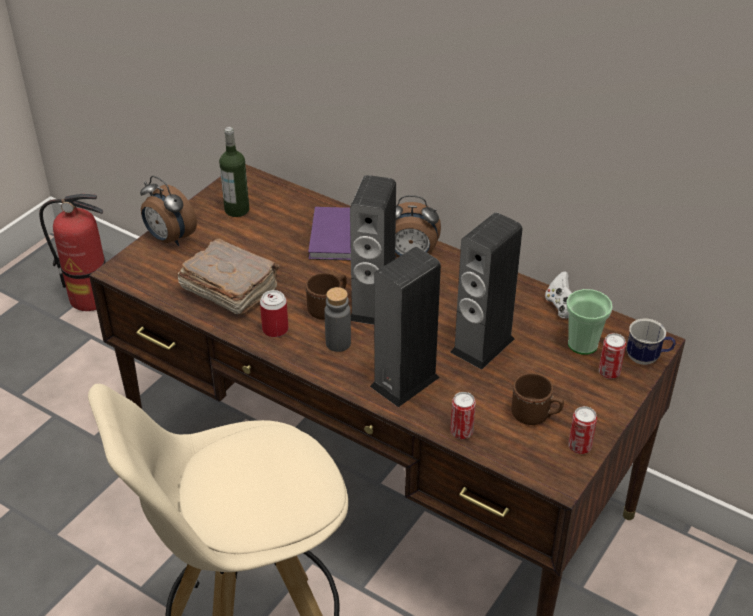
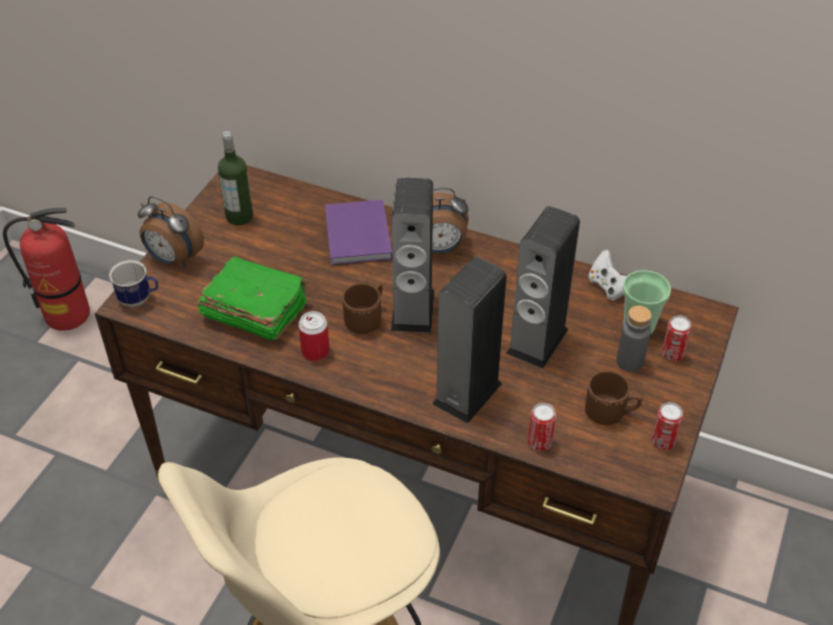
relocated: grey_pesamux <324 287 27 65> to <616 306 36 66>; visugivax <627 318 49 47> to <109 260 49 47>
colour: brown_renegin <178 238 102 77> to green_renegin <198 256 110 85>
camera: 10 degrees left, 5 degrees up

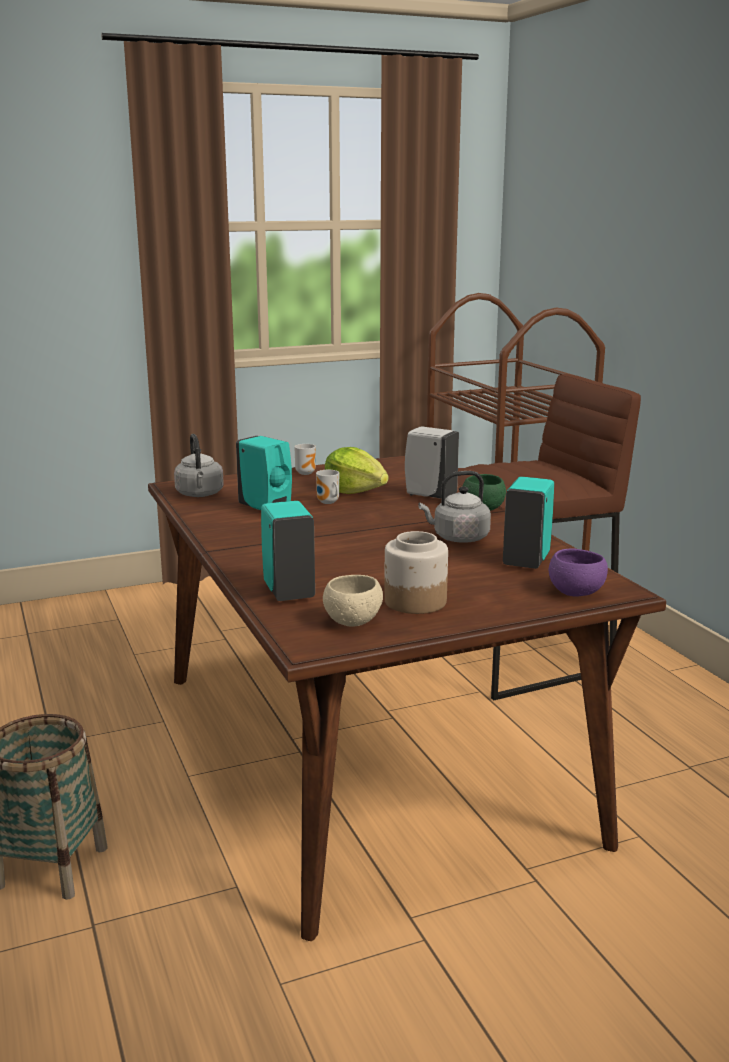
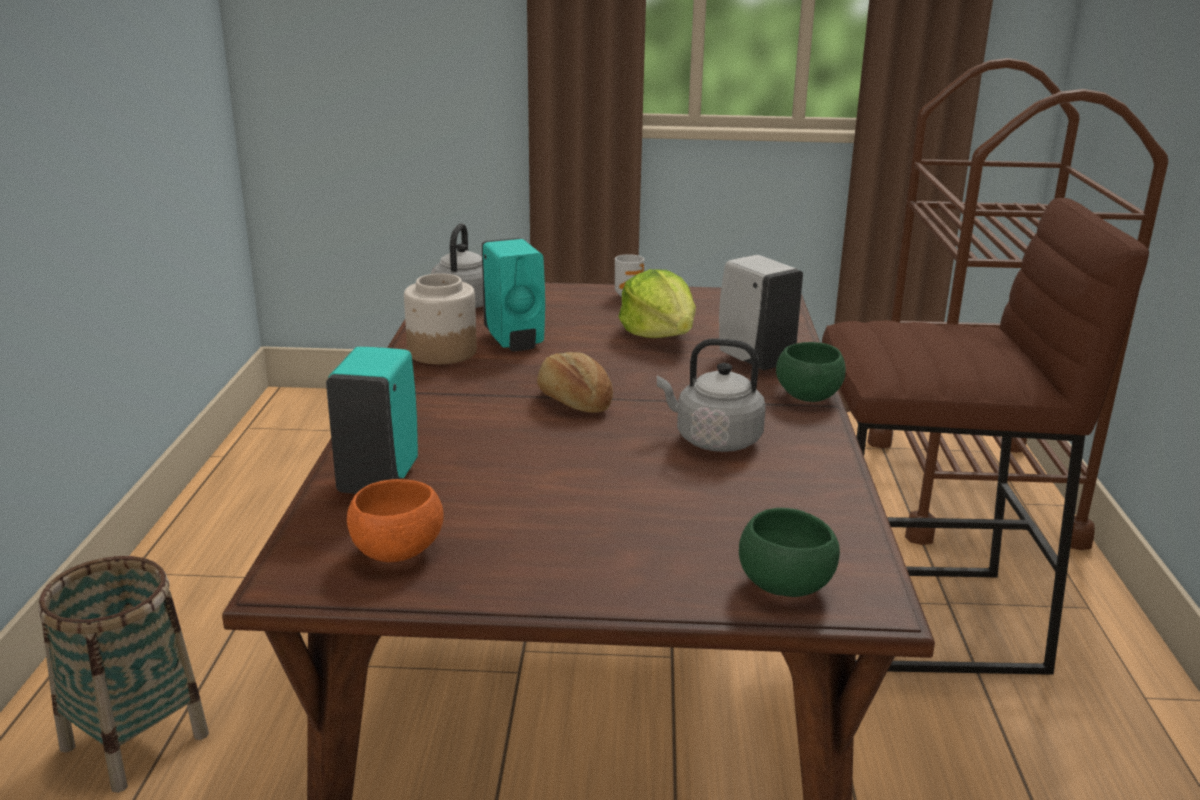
missing: visugivax <316 470 23 34>; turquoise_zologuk <503 477 51 92>
appeared: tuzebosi <537 352 76 61>
relocated: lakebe <384 531 64 83> to <404 273 73 91>
colour: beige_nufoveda <323 575 60 52> to orange_nufoveda <347 479 97 83>; purple_nufoveda <549 548 59 49> to green_nufoveda <739 508 101 89>
camera: 25 degrees right, 5 degrees up

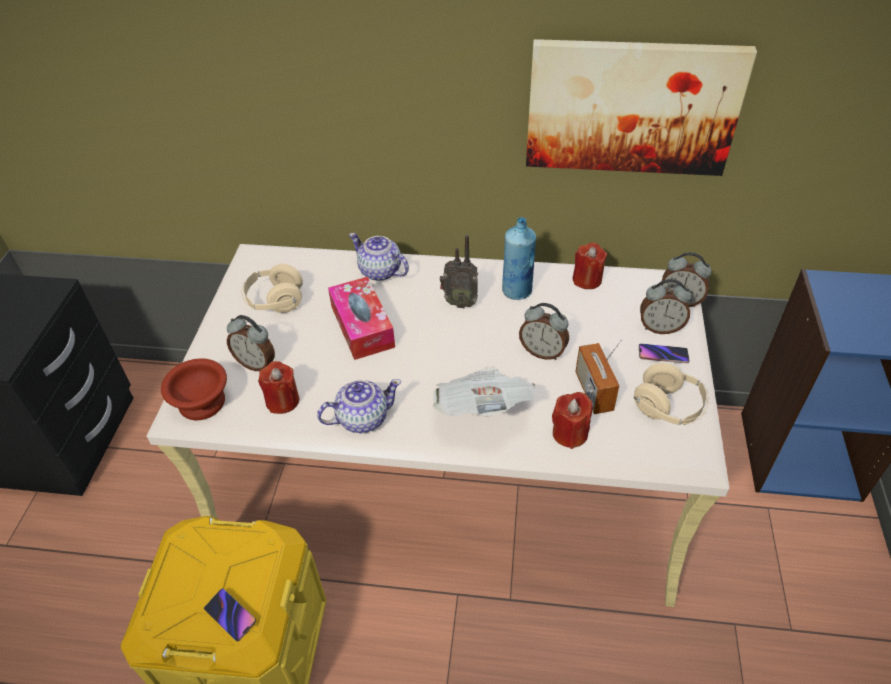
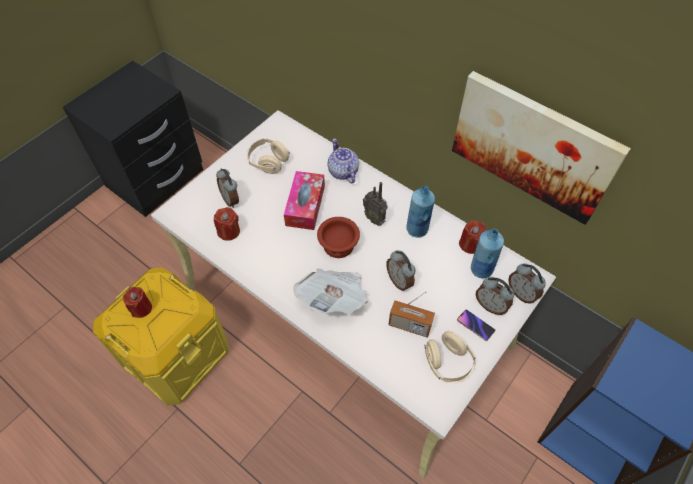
missing: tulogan <204 588 52 53>; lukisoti <317 379 84 54>
appeared: blue_pesamux <471 229 33 49>
relocated: brown_nufoveda <161 359 66 61> to <317 217 43 41>; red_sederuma <552 392 41 57> to <123 287 29 31>
spun: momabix <575 339 47 75> = <388 291 47 47> 90 degrees counterclockwise
camera: 30 degrees right, 10 degrees up

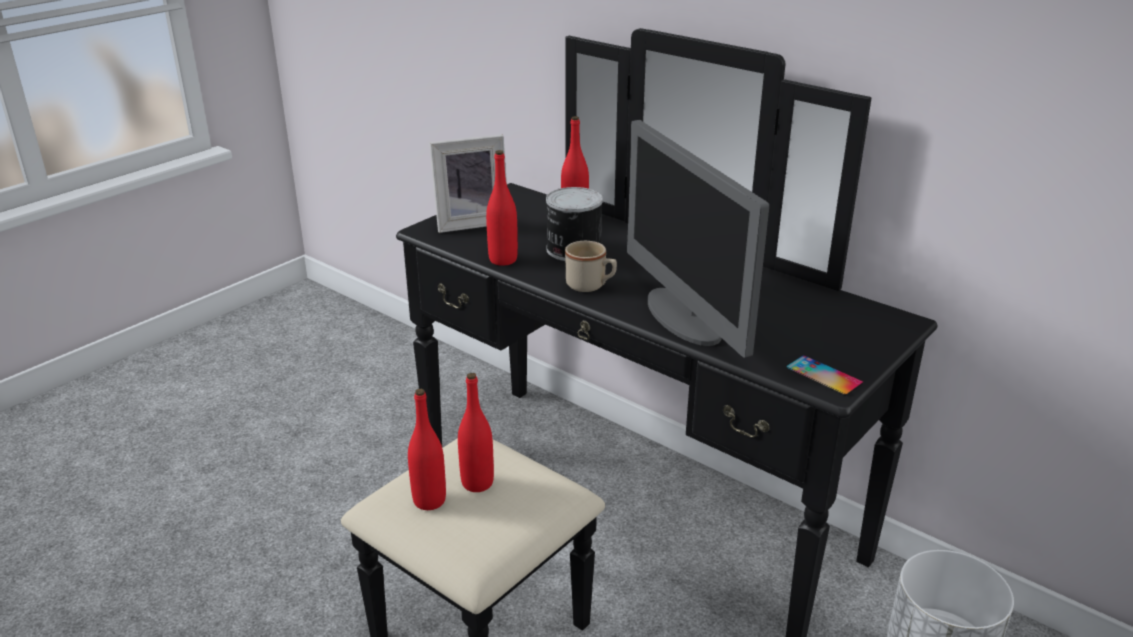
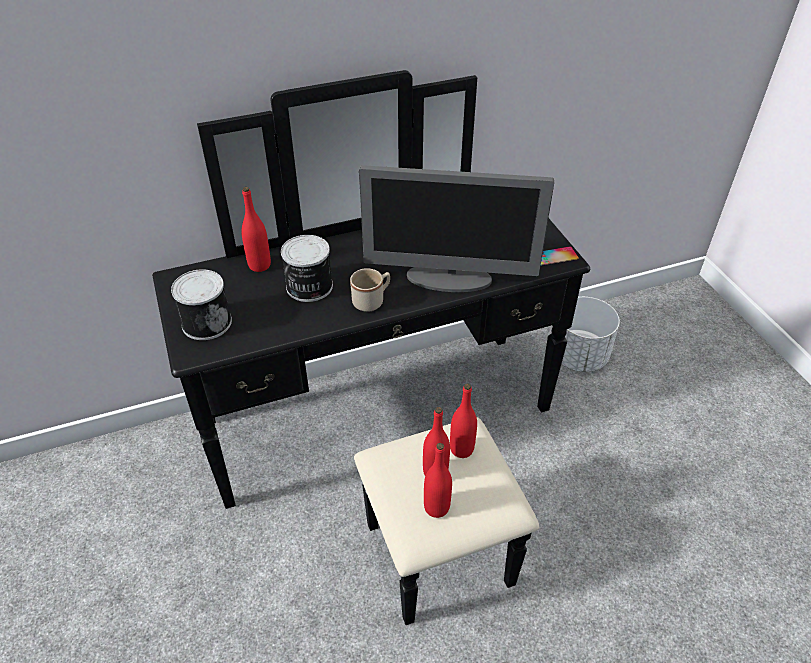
relocated: red_pesamux <486 150 32 116> to <450 383 27 75>
exchanged: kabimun <429 134 78 99> to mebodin <171 269 61 71>
camera: 60 degrees left, 15 degrees up

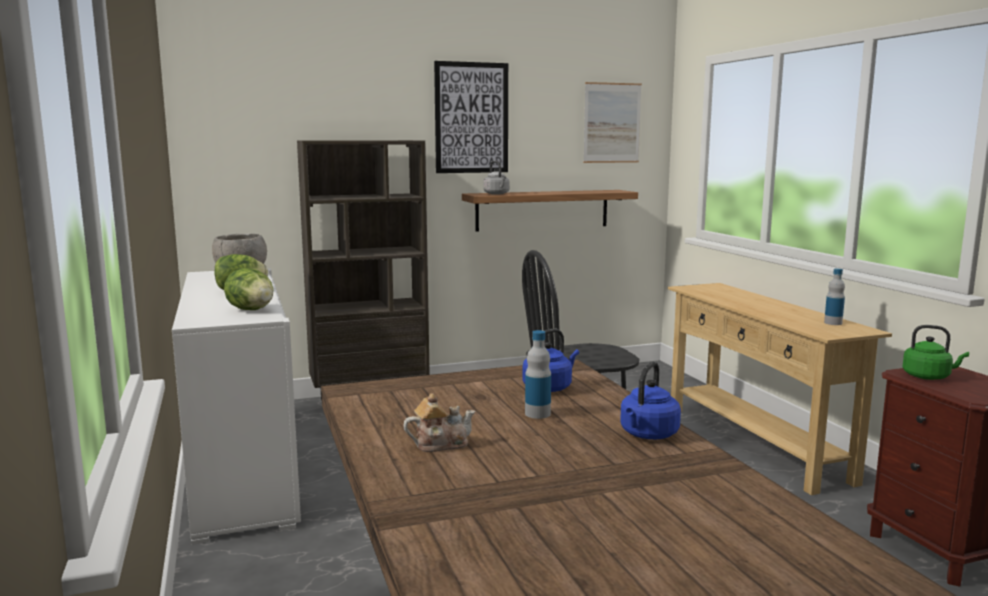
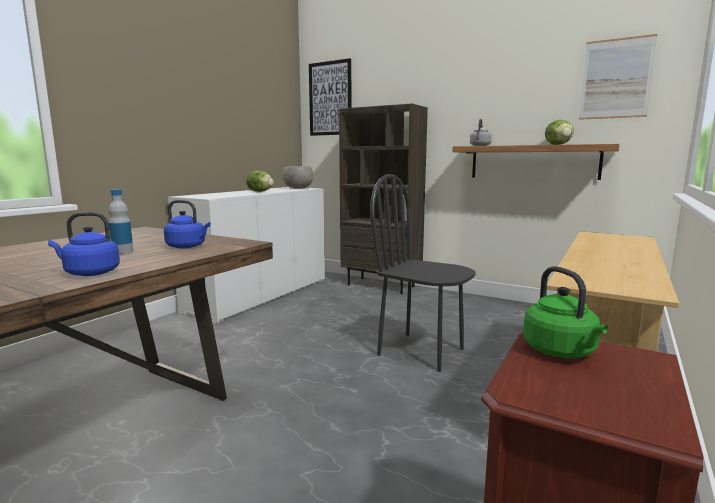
missing: lukisoti <403 393 72 59>; pesamux <824 268 21 57>
relocated: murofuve <224 268 49 42> to <545 120 29 25>; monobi <434 61 74 112> to <309 58 42 78>
camera: 50 degrees right, 0 degrees up

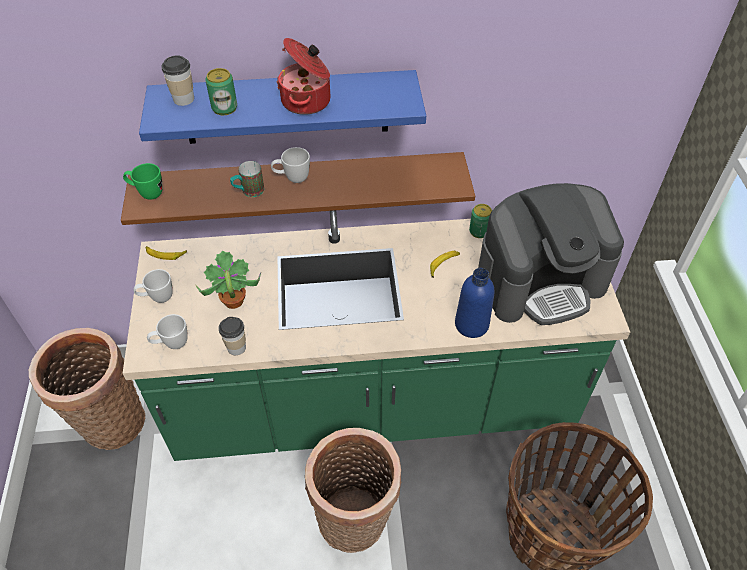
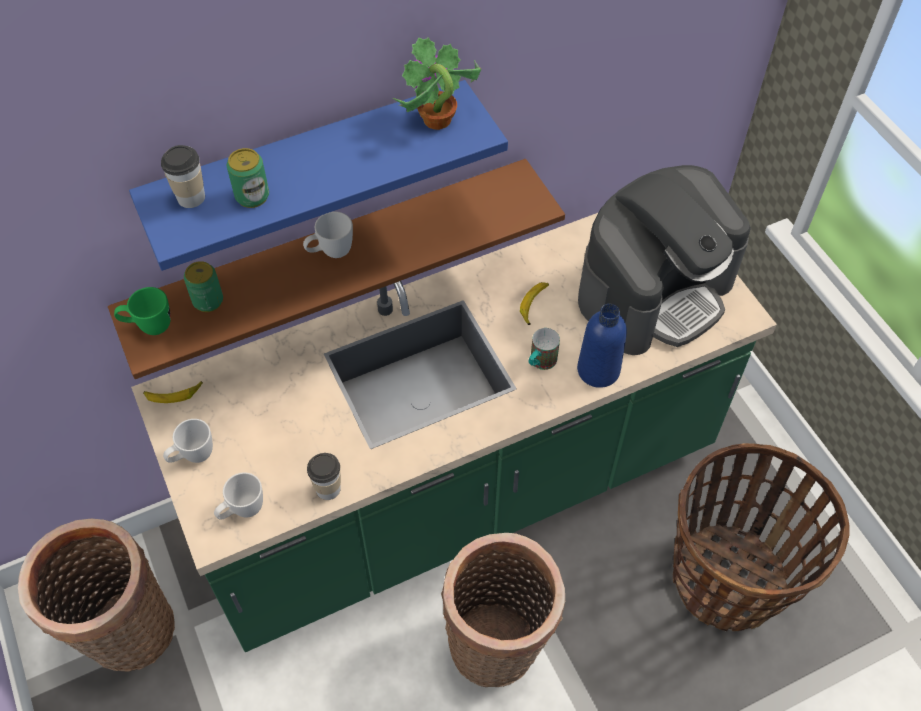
missing: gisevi <277 38 53 77>
relocated: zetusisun <196 250 65 59> to <393 37 88 93>; visugivax <230 161 34 36> to <528 328 32 42>; mebodin <469 204 23 34> to <184 261 39 51>
camera: 20 degrees left, 5 degrees up

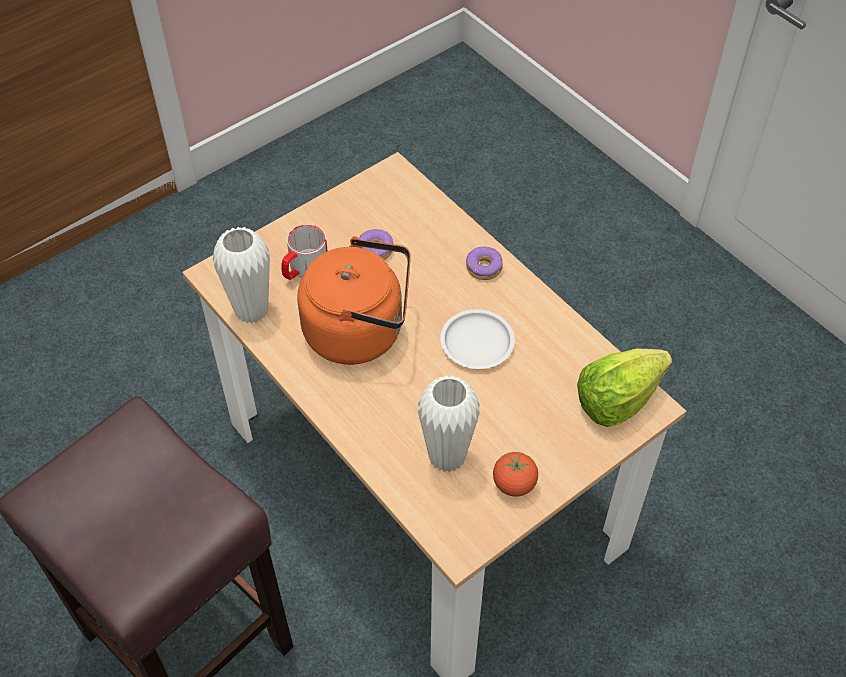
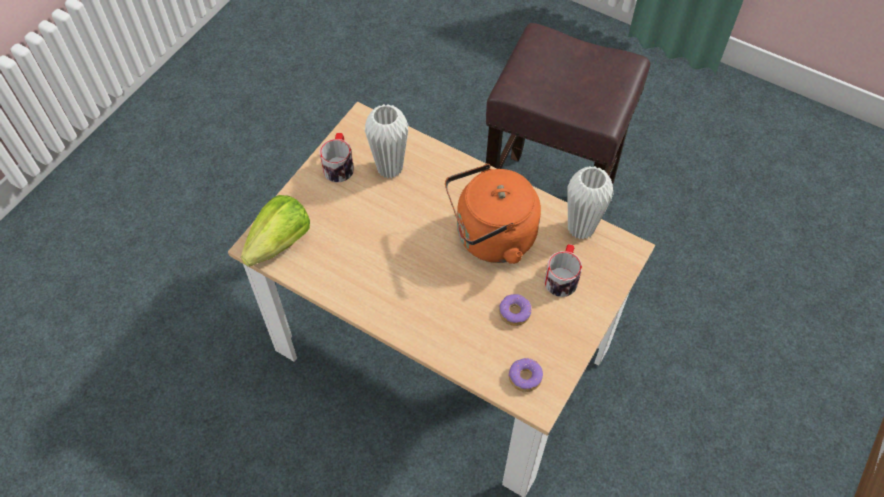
missing: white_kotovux <440 309 75 60>
relocated: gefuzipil <466 247 37 33> to <508 358 35 34>
exchanged: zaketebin <493 452 45 45> to visugivax <320 133 34 49>
camera: 160 degrees right, 5 degrees up

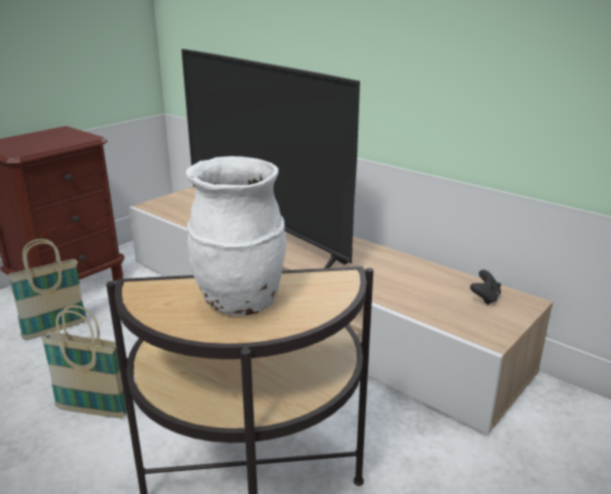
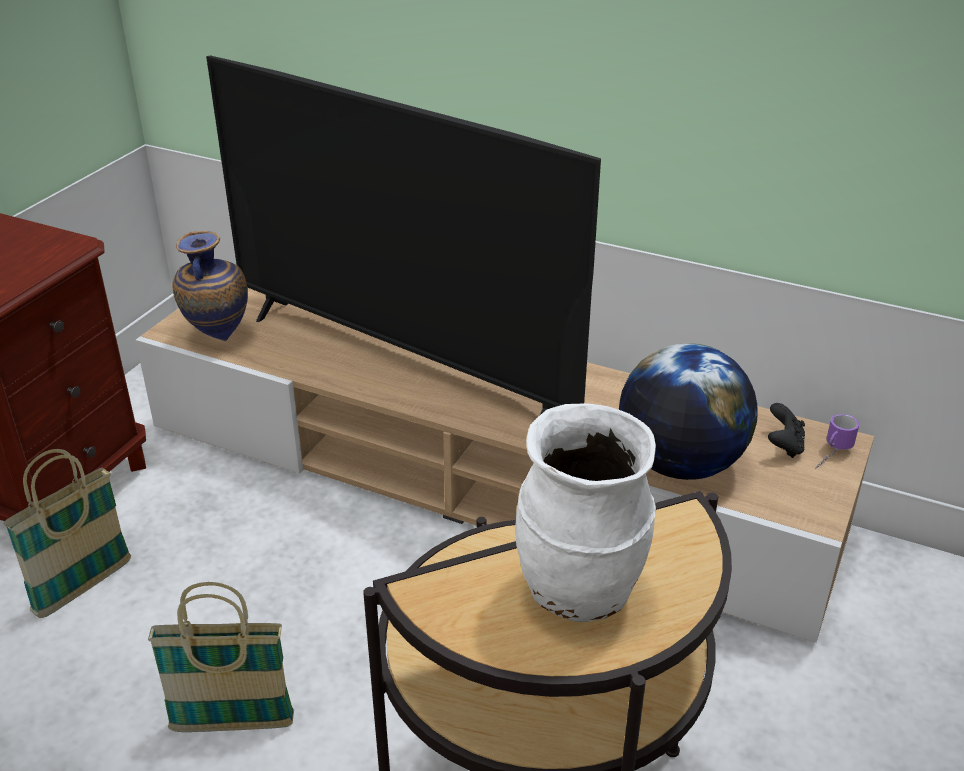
appeared: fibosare <172 231 76 110>; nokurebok <619 343 139 137>; visugivax <815 414 44 56>
camera: 15 degrees left, 10 degrees up

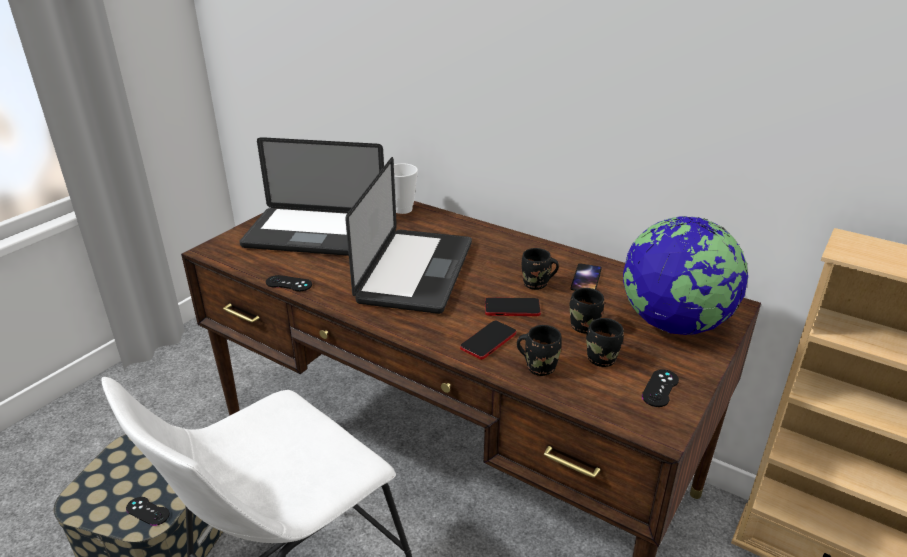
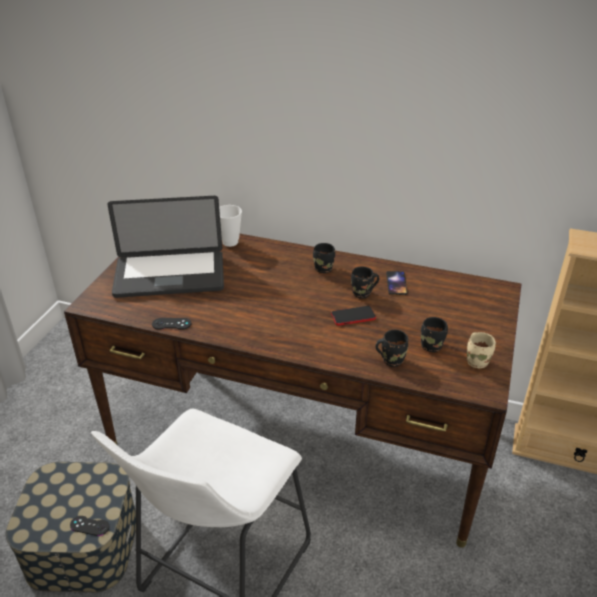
missing: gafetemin <345 157 127 157>; tulogan <460 320 56 40>; nokurebok <623 216 125 119>
relocated: black_visugivax <570 288 34 46> to <313 243 22 30>
exchanged: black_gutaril <642 369 37 38> to beige_visugivax <467 332 29 36>
camera: 15 degrees left, 5 degrees up

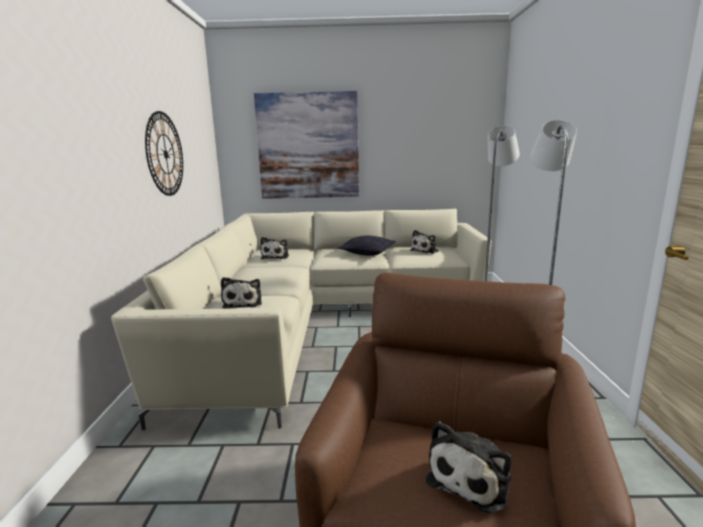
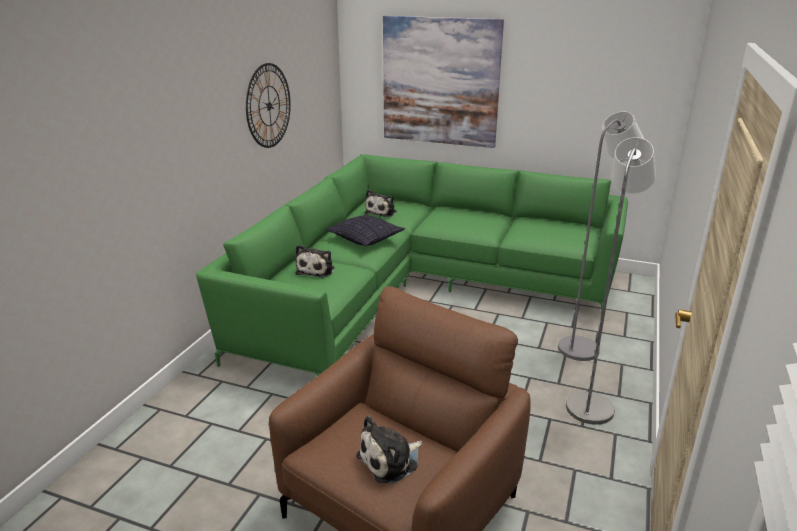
missing: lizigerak <410 230 29 24>
relocated: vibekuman <337 236 59 20> to <326 214 79 32>
colour: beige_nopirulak <111 209 381 222> to green_nopirulak <196 154 432 222>
camera: 20 degrees right, 10 degrees up

